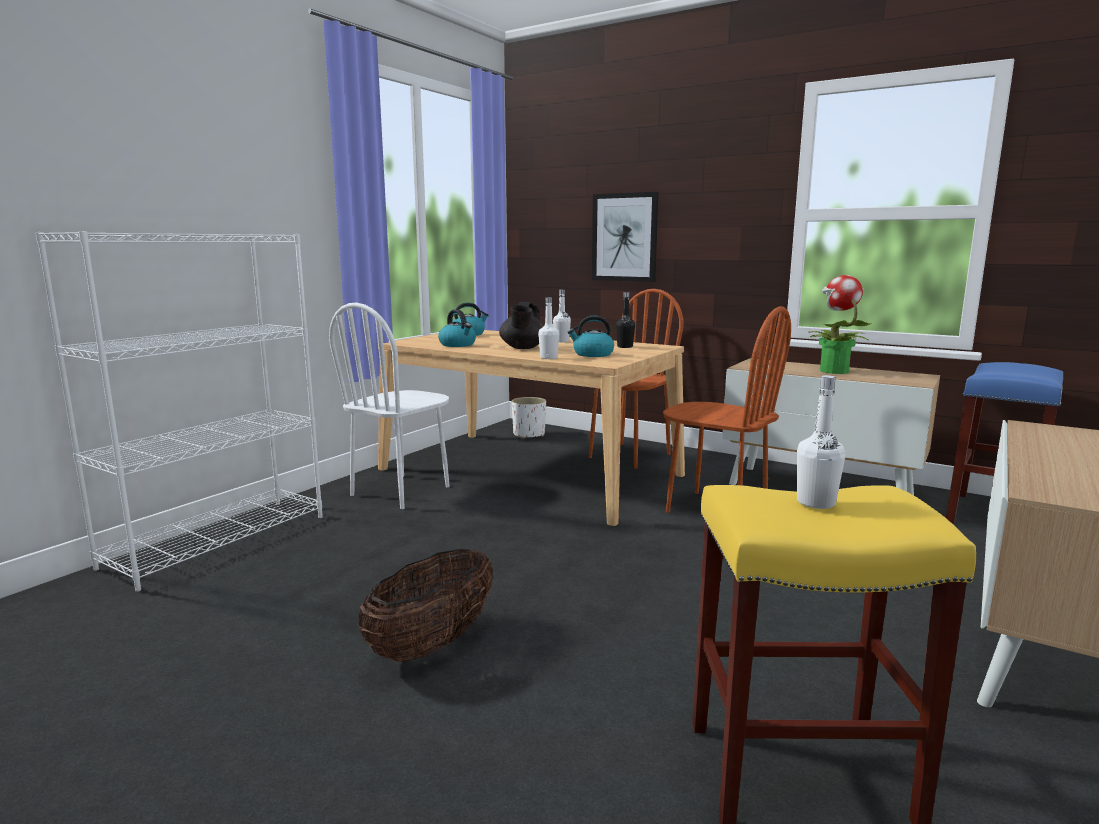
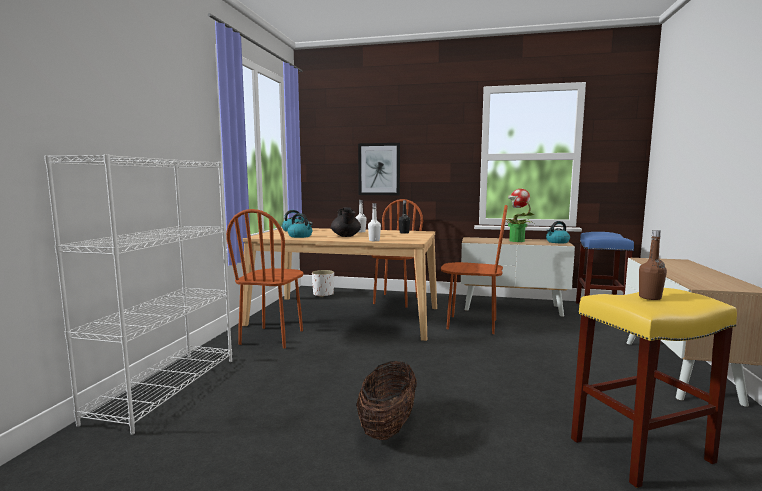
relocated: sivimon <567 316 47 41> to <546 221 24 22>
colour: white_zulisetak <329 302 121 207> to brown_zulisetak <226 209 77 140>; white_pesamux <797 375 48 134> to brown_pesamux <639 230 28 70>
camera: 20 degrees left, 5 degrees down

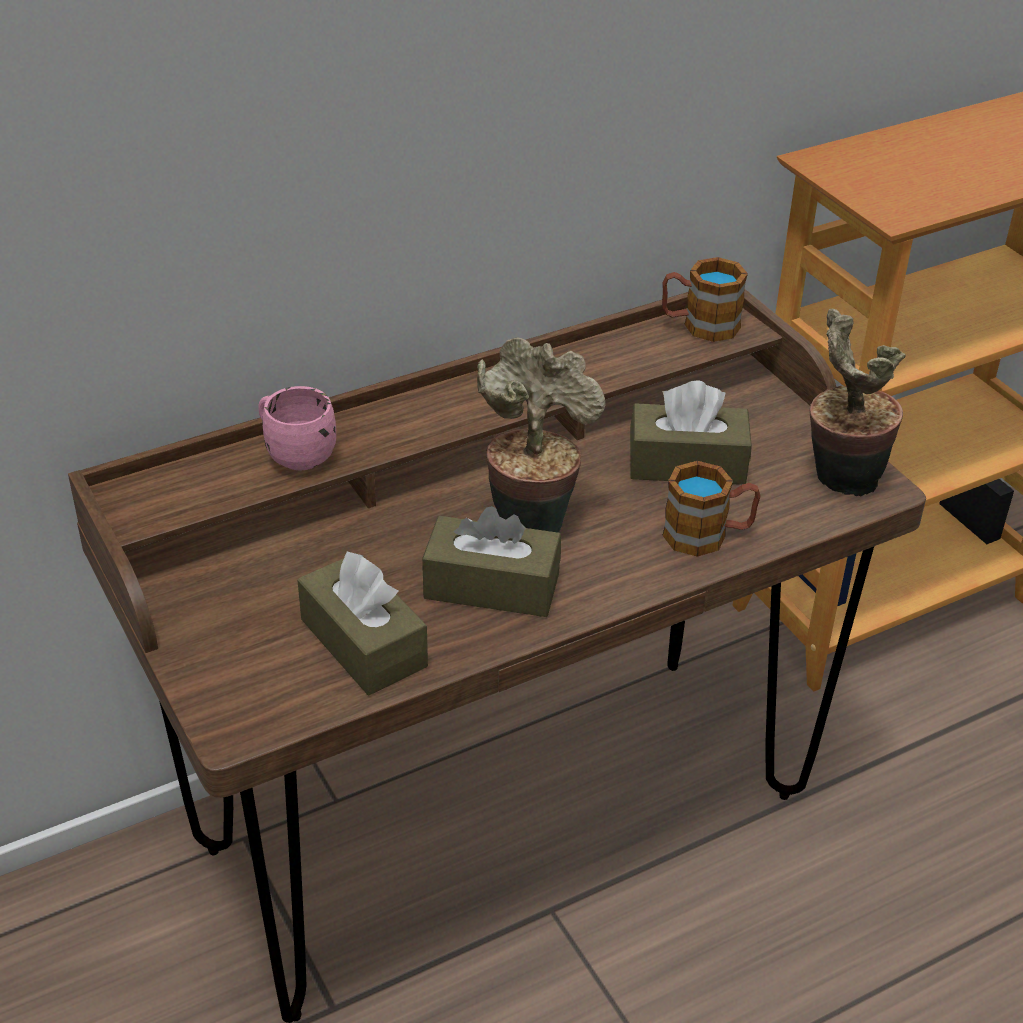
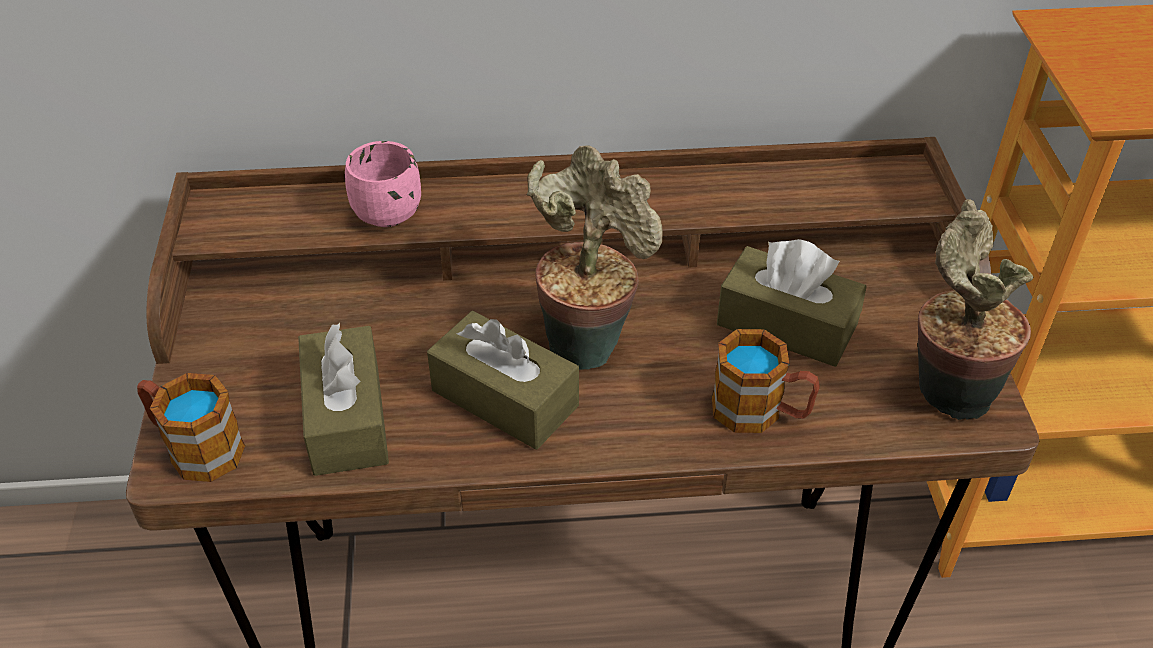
relocated: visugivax <662 257 86 85> to <137 373 108 109>
camera: 25 degrees right, 5 degrees up

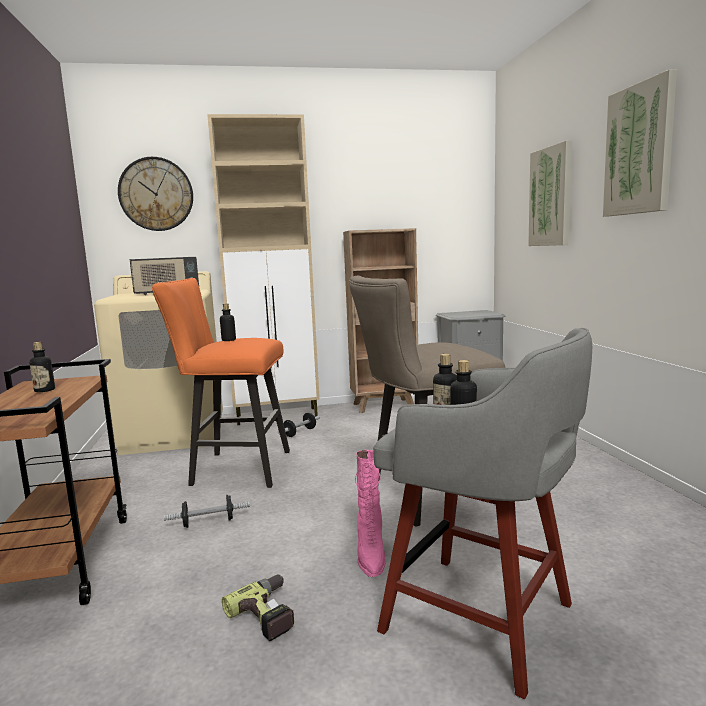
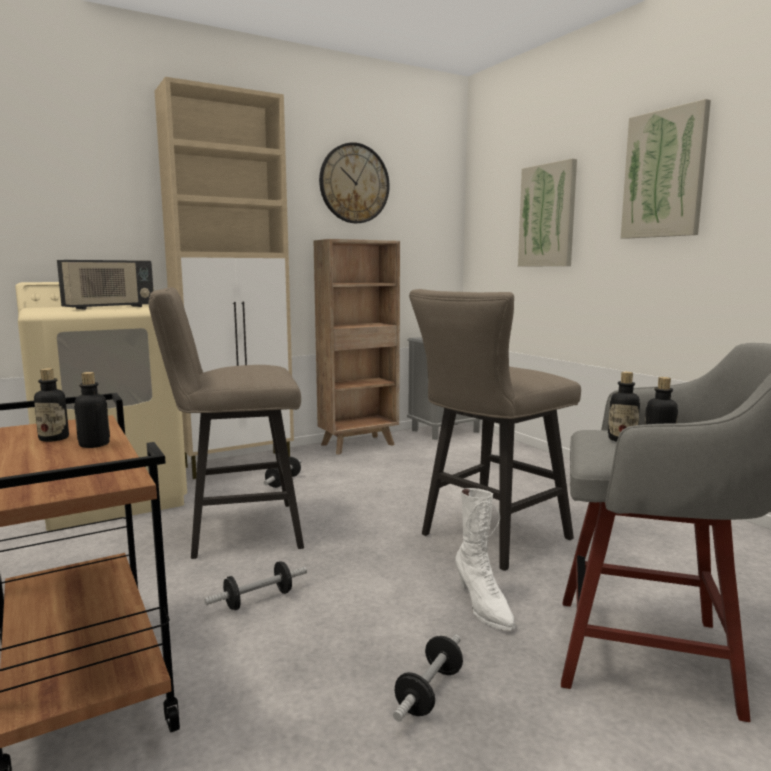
relocated: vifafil <118 157 75 74> to <319 142 70 81>; pesamux <220 304 16 37> to <74 372 36 76>
exchanged: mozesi <222 574 72 67> to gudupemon <393 635 70 87>
colour: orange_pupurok <152 278 138 210> to beige_pupurok <149 287 155 272>; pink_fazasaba <355 450 31 127> to white_fazasaba <456 488 59 143>
camera: 20 degrees left, 0 degrees up

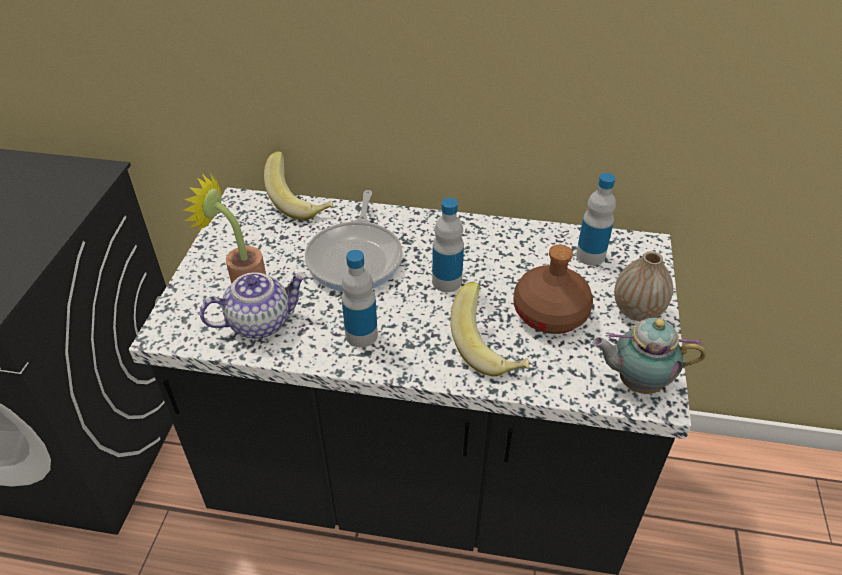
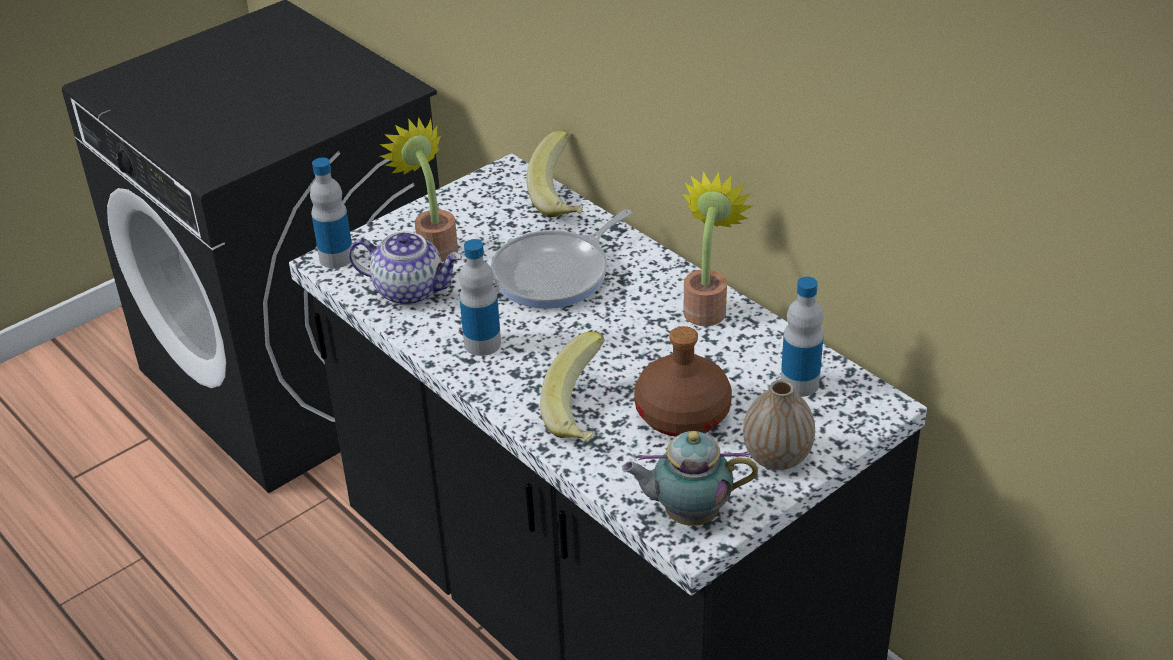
appeared: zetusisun <682 171 70 155>
relocated: pesamux <432 198 32 94> to <310 157 42 111>
spun: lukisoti <592 318 114 76> = <622 431 136 95> 45 degrees counterclockwise
camera: 40 degrees right, 5 degrees down

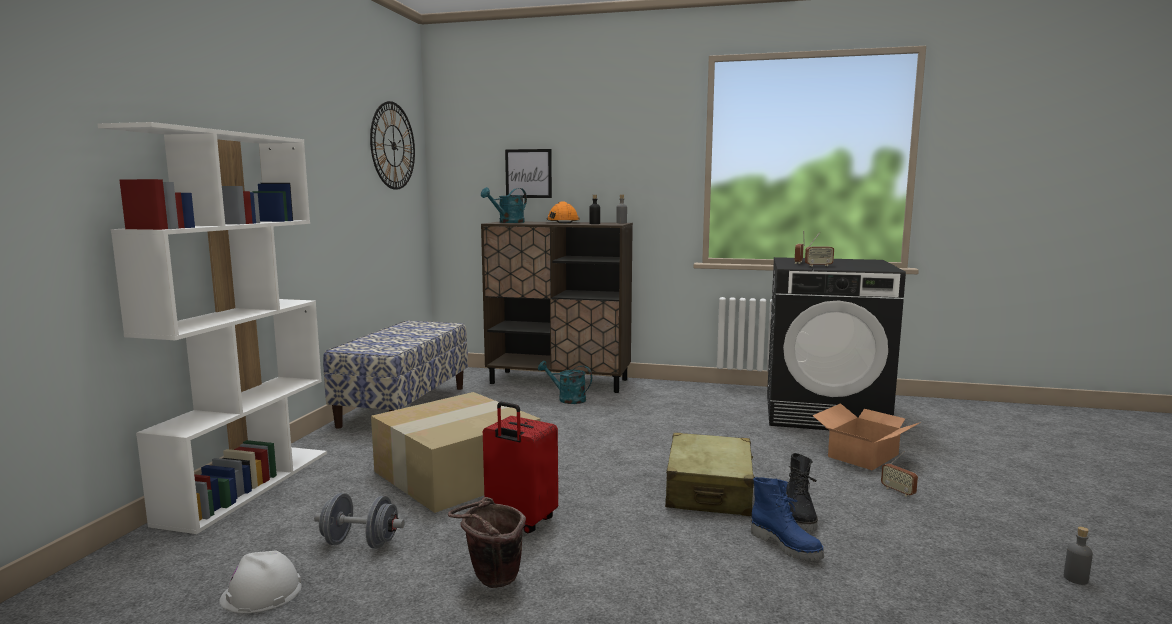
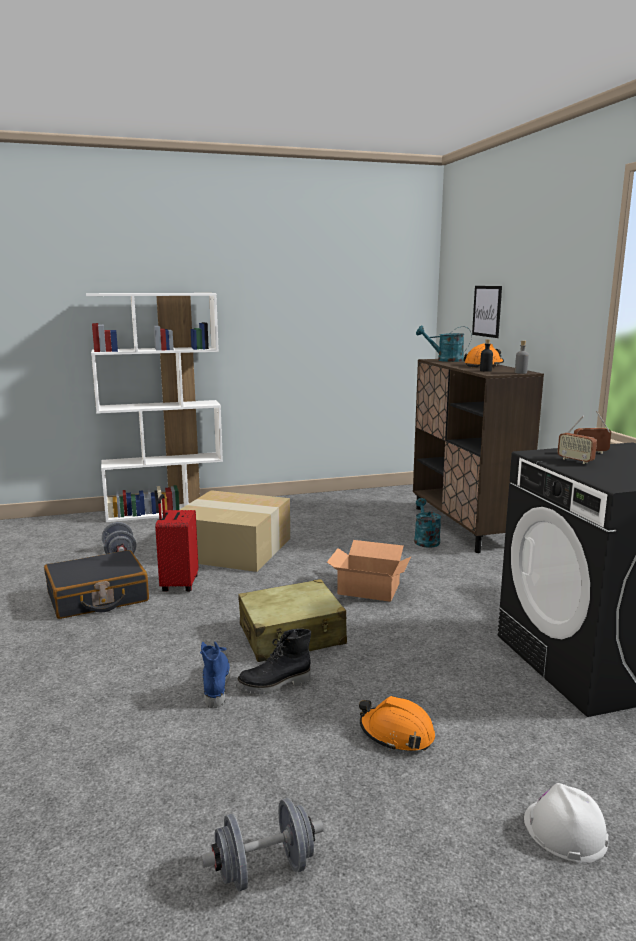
missing: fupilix <323 320 145 109>; vifafil <370 101 45 89>
relocated: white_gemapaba <219 550 83 63> to <524 783 84 80>; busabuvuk <812 403 109 67> to <327 540 84 62>
exchanged: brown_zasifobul <448 497 78 91> to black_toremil <44 550 105 69>; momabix <881 451 37 46> to orange_gemapaba <359 696 76 55>; grey_pesamux <1064 527 29 58> to grey_gudupemon <201 798 123 93>
spun: blue_fazasaba <751 477 73 84> = <200 641 30 67> 150 degrees clockwise
camera: 60 degrees right, 5 degrees up

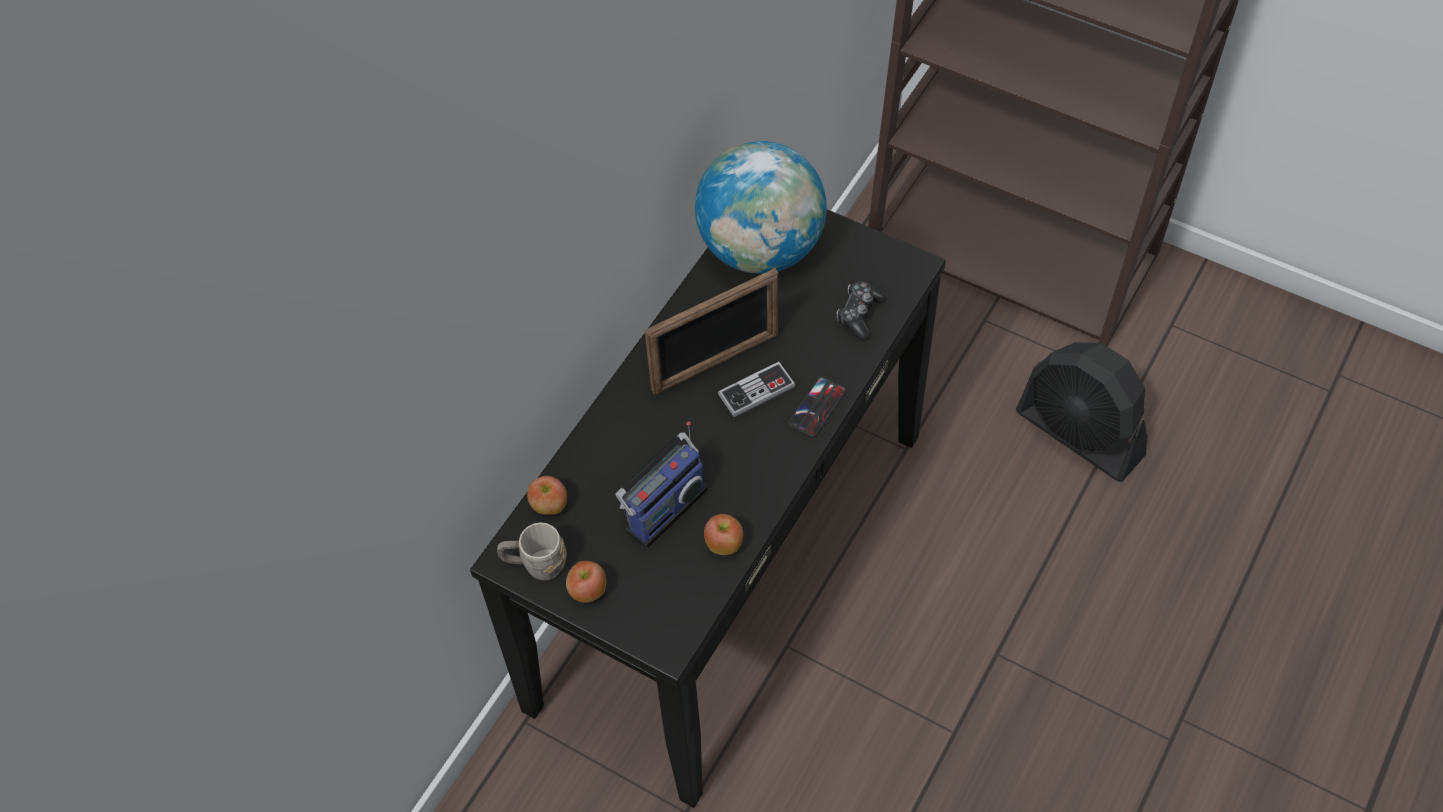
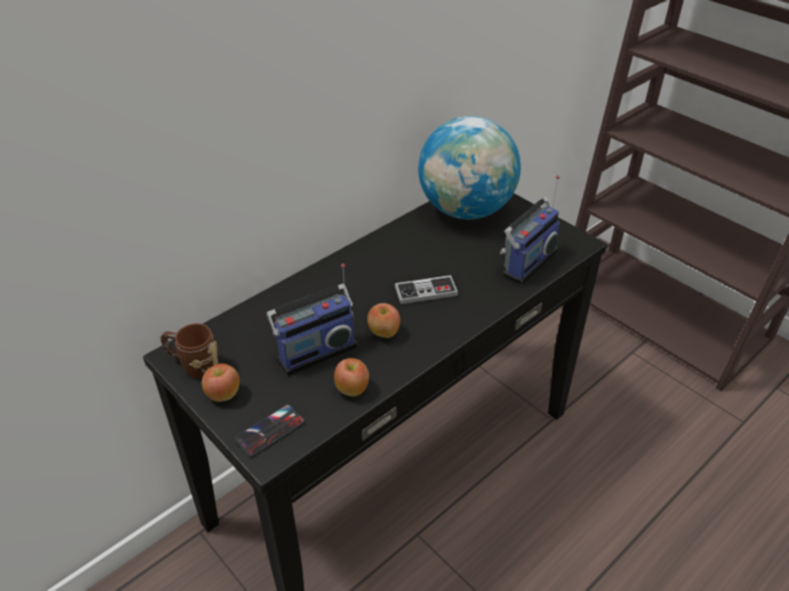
missing: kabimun <645 268 133 126>; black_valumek <1016 342 131 140>
relocated: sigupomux <527 476 40 39> to <367 303 33 35>; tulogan <788 377 58 61> to <234 404 71 54>
exchanged: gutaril <836 282 50 58> to momabix <500 175 60 110>
colour: grey_visugivax <497 522 69 59> to brown_visugivax <160 323 58 55>
camera: 15 degrees right, 15 degrees down

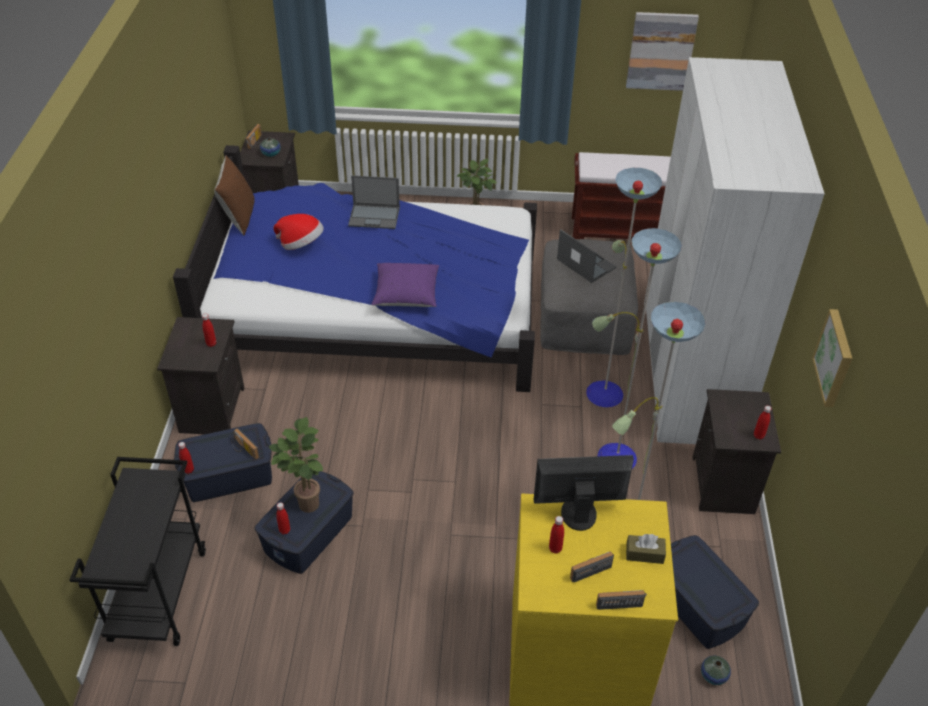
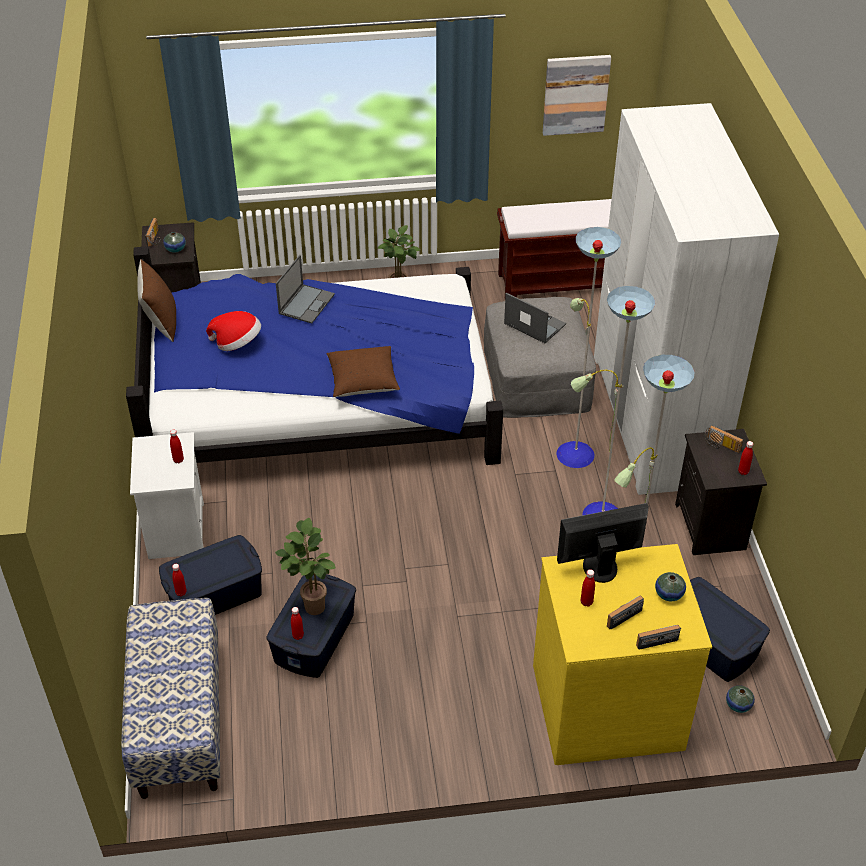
missing: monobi <812 309 40 98>
relocated: momabix <231 428 29 31> to <704 425 39 28>
exchanged: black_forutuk <70 457 136 189> to fupilix <121 598 99 201>; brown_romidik <626 534 40 30> to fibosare <655 572 31 29>
colour: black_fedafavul <157 317 87 117> to white_fedafavul <130 432 74 127>; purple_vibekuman <371 263 68 44> to brown_vibekuman <326 346 74 51>
spun: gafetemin <348 175 52 54> = <276 255 59 69> 60 degrees counterclockwise
camera: 10 degrees left, 0 degrees up

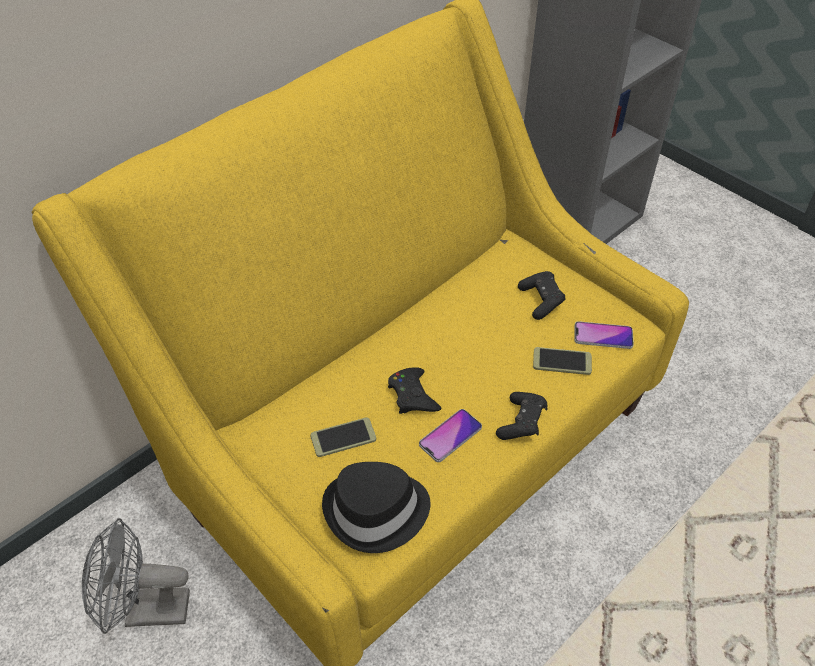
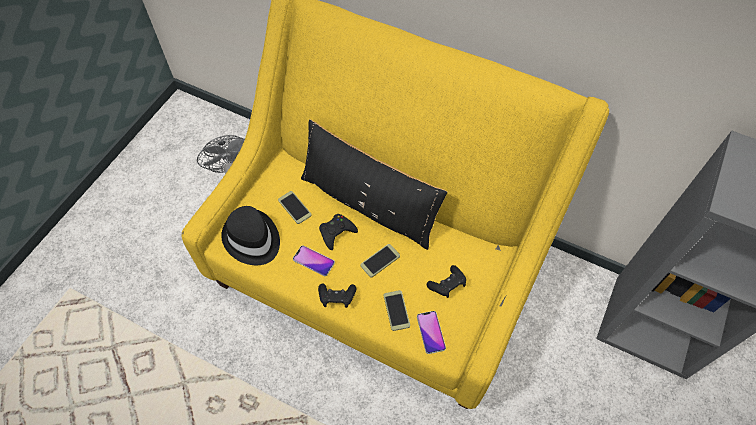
appeared: black_vibekuman <301 119 146 131>; tulogan <360 244 40 34>
camera: 70 degrees right, 10 degrees up

